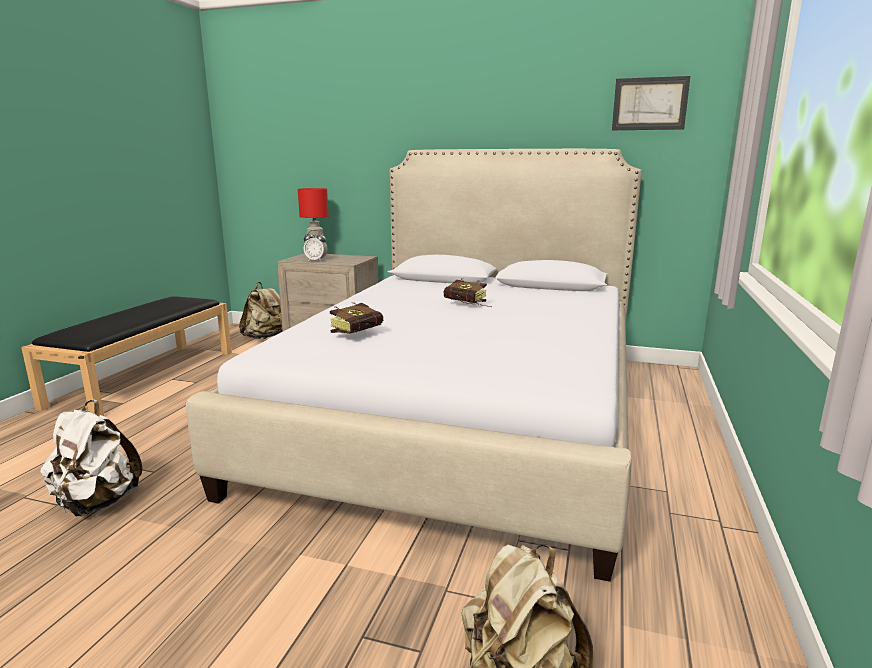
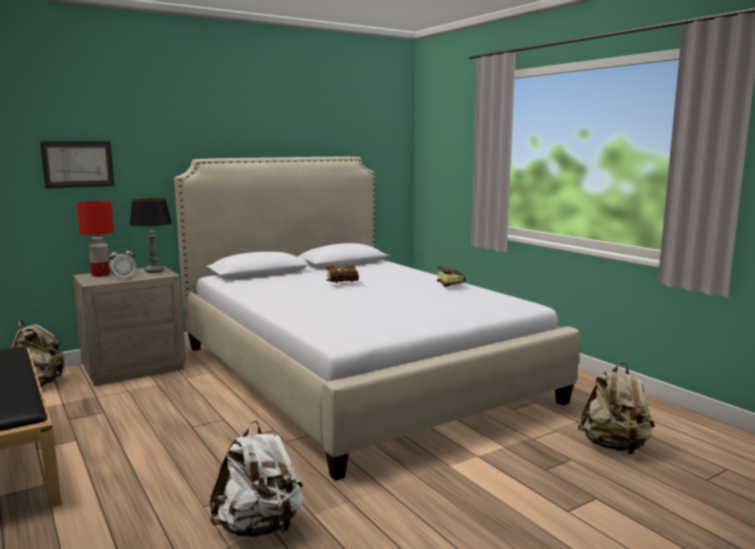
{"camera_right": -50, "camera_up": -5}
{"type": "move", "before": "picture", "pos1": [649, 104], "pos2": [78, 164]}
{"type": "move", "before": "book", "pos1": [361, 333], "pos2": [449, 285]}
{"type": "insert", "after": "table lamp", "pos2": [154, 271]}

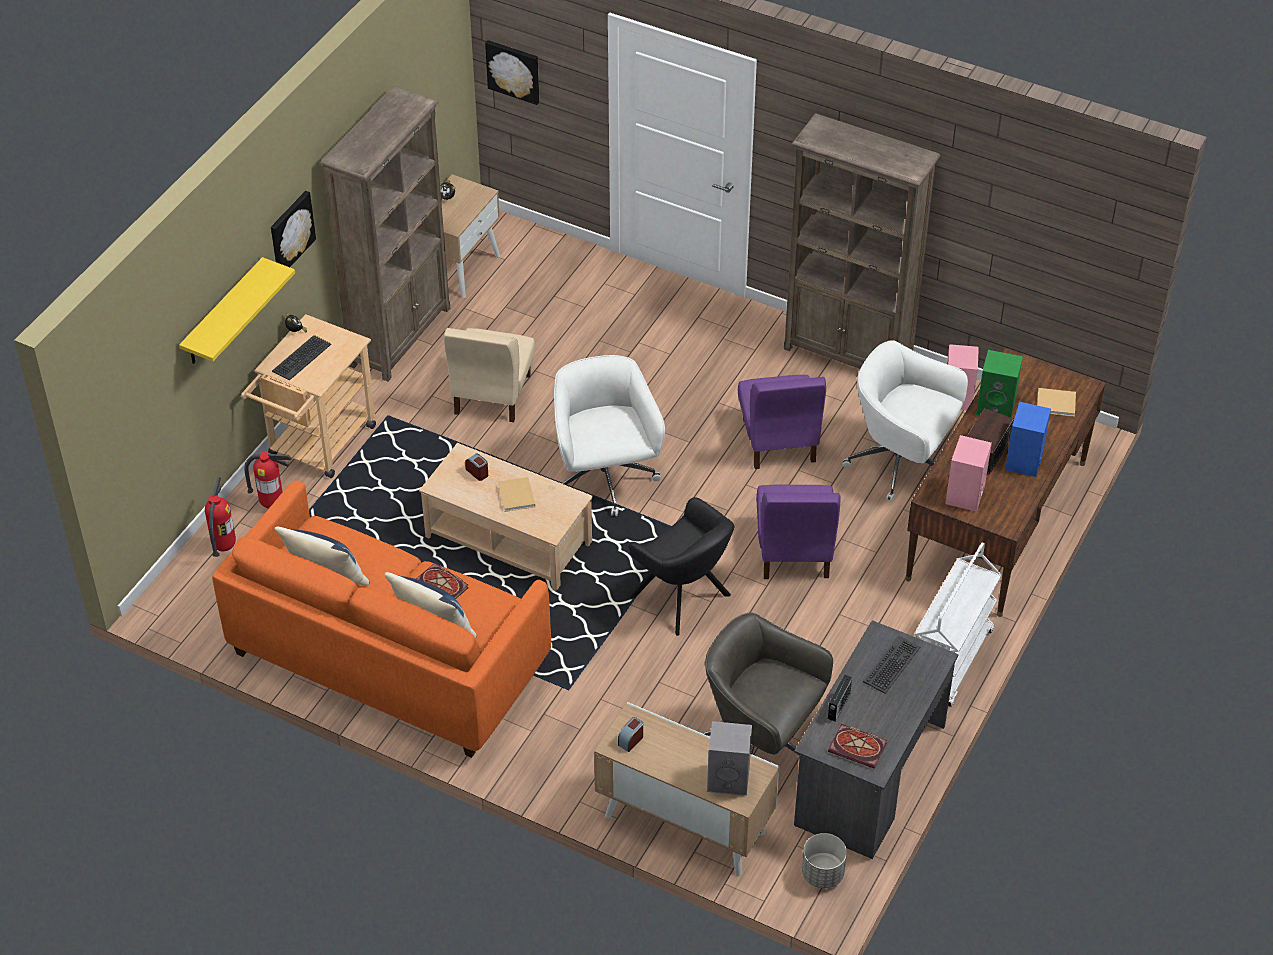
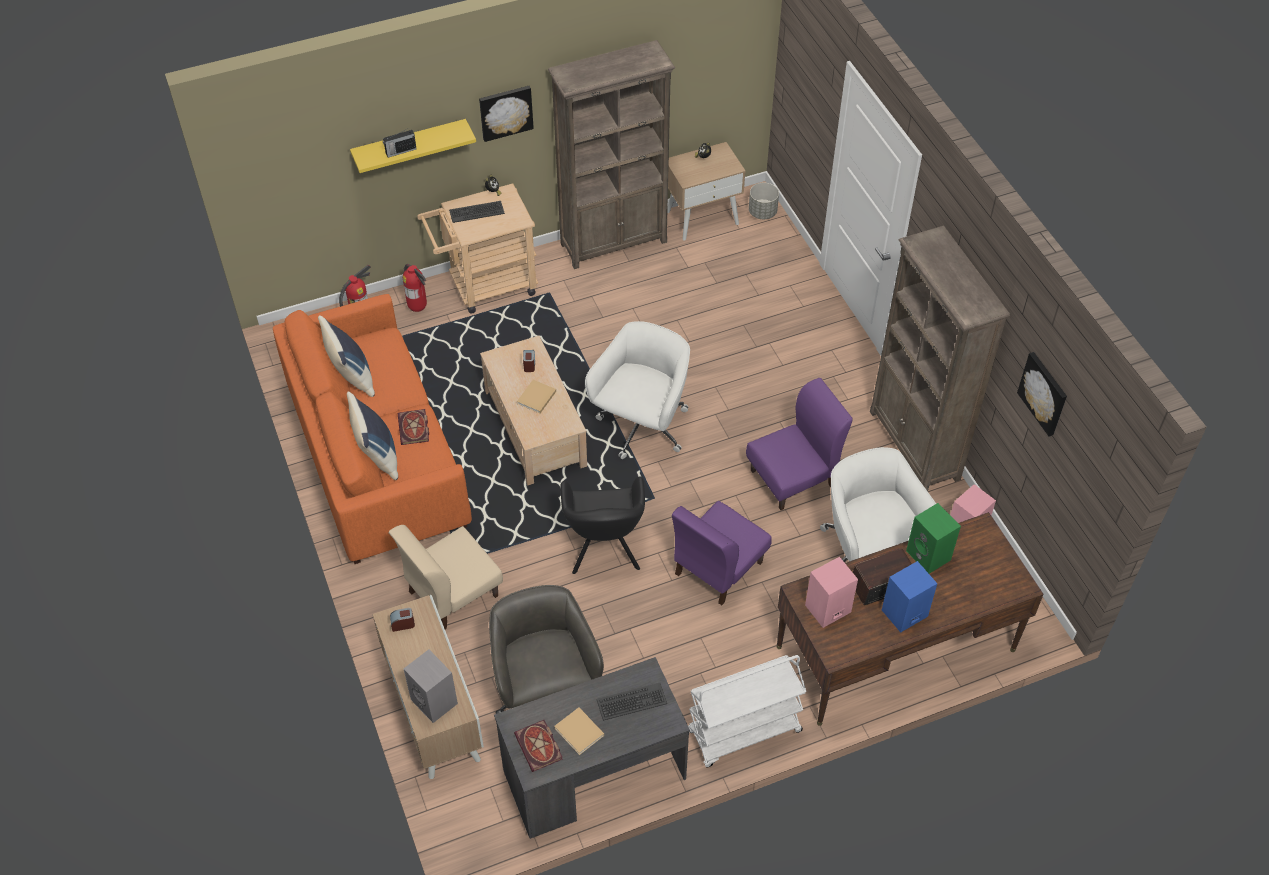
{"camera_right": 40, "camera_up": 5}
{"type": "move", "before": "picture", "pos1": [514, 70], "pos2": [1044, 393]}
{"type": "move", "before": "beige chair", "pos1": [491, 394], "pos2": [452, 593]}
{"type": "rotate", "before": "purple chair", "pos1": [778, 441], "pos2": [793, 478], "turn": -150}
{"type": "move", "before": "beige book", "pos1": [1057, 403], "pos2": [580, 733]}
{"type": "move", "before": "radio", "pos1": [838, 706], "pos2": [400, 151]}
{"type": "move", "before": "grey planter", "pos1": [823, 873], "pos2": [762, 212]}

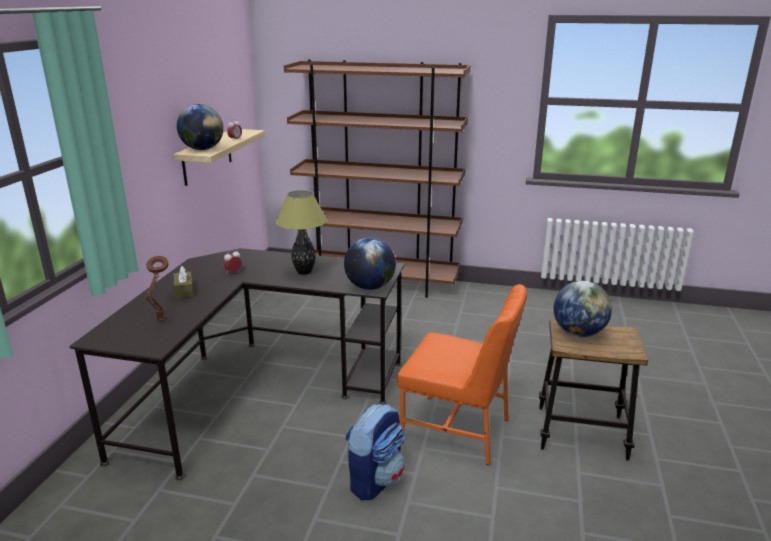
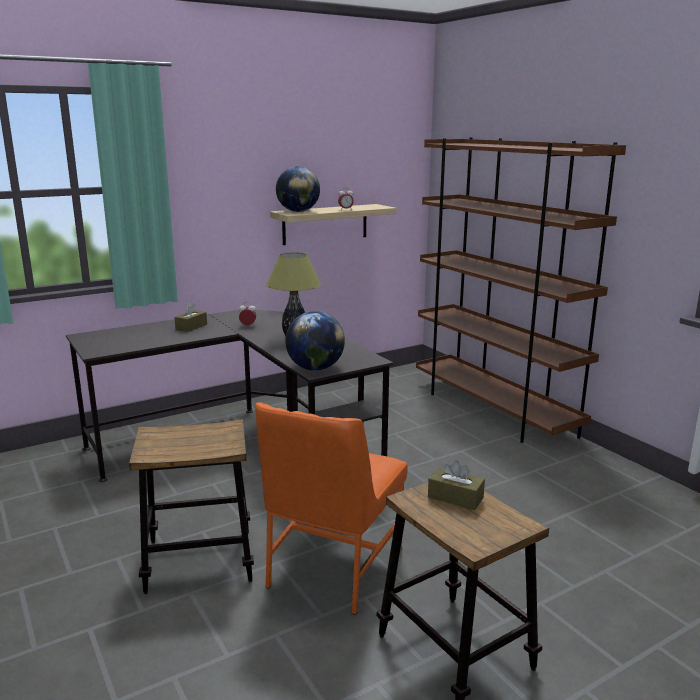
{"camera_right": 45, "camera_up": -5}
{"type": "delete", "before": "brown table lamp", "pos1": [160, 321]}
{"type": "replace", "before": "globe", "after": "brown tissue box", "pos1": [578, 333], "pos2": [455, 497]}
{"type": "rotate", "before": "orange chair", "pos1": [458, 430], "pos2": [332, 568], "turn": 45}
{"type": "replace", "before": "backpack", "after": "stool", "pos1": [375, 480], "pos2": [200, 561]}

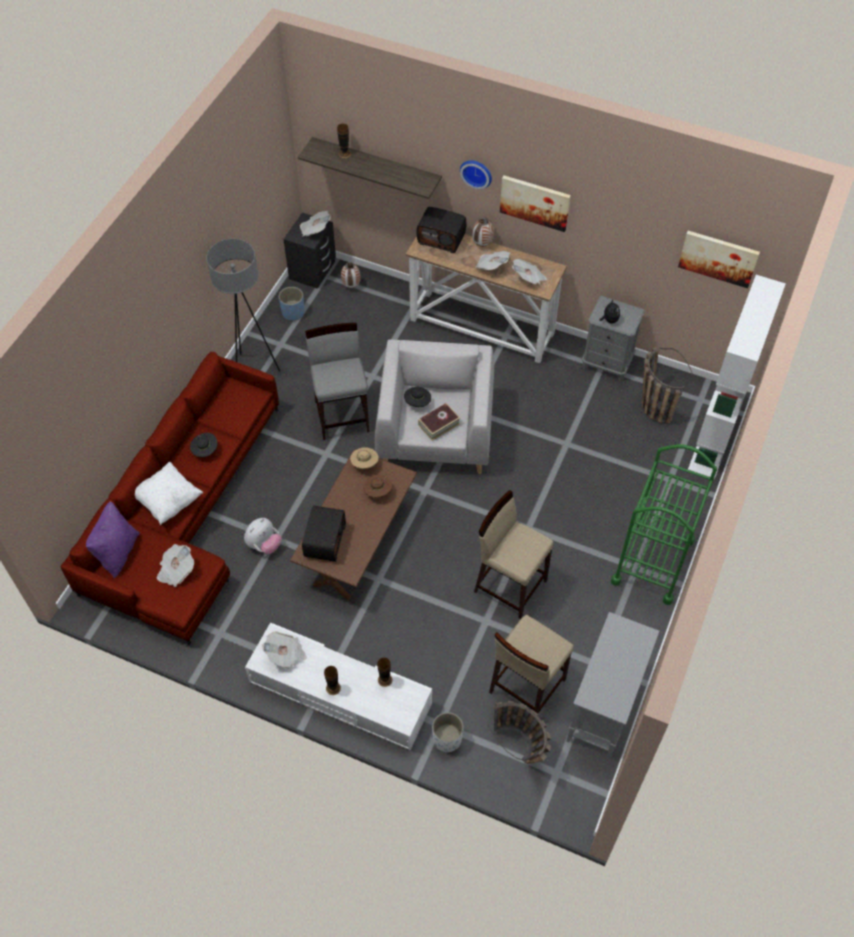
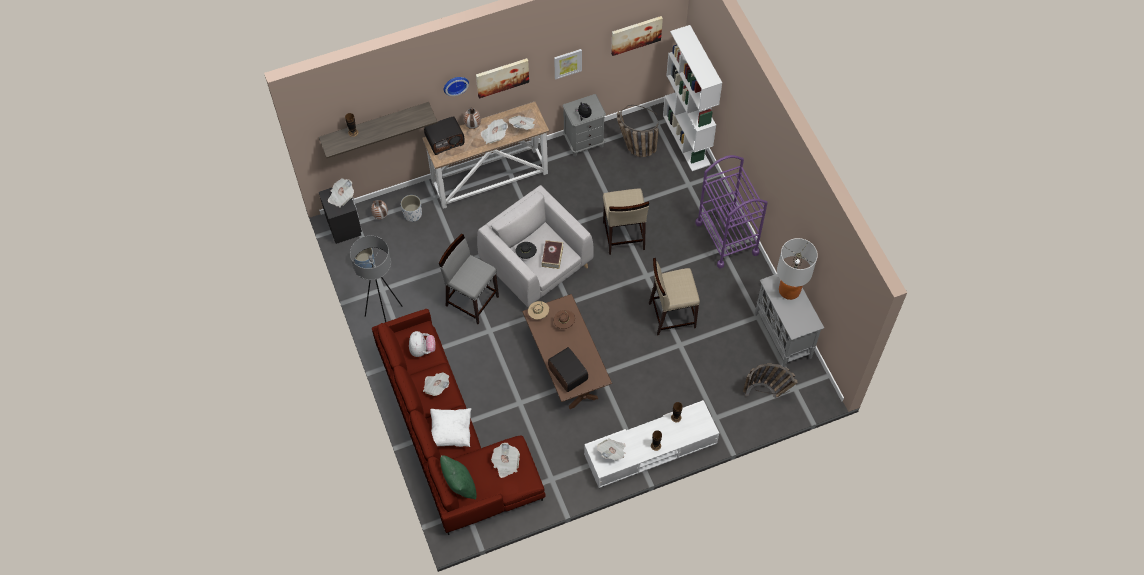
{"camera_right": -45, "camera_up": 5}
{"type": "replace", "before": "black hat", "after": "newspaper", "pos1": [205, 451], "pos2": [436, 386]}
{"type": "recolor", "before": "green cart", "after": "purple cart", "pos1": [652, 561], "pos2": [727, 238]}
{"type": "recolor", "before": "purple pillow", "after": "green pillow", "pos1": [117, 552], "pos2": [459, 485]}
{"type": "move", "before": "plush toy", "pos1": [264, 545], "pos2": [422, 350]}
{"type": "move", "before": "beige stool", "pos1": [526, 686], "pos2": [623, 236]}
{"type": "move", "before": "white planter", "pos1": [447, 739], "pos2": [412, 214]}
{"type": "insert", "after": "picture", "pos2": [567, 63]}
{"type": "insert", "after": "table lamp", "pos2": [789, 290]}

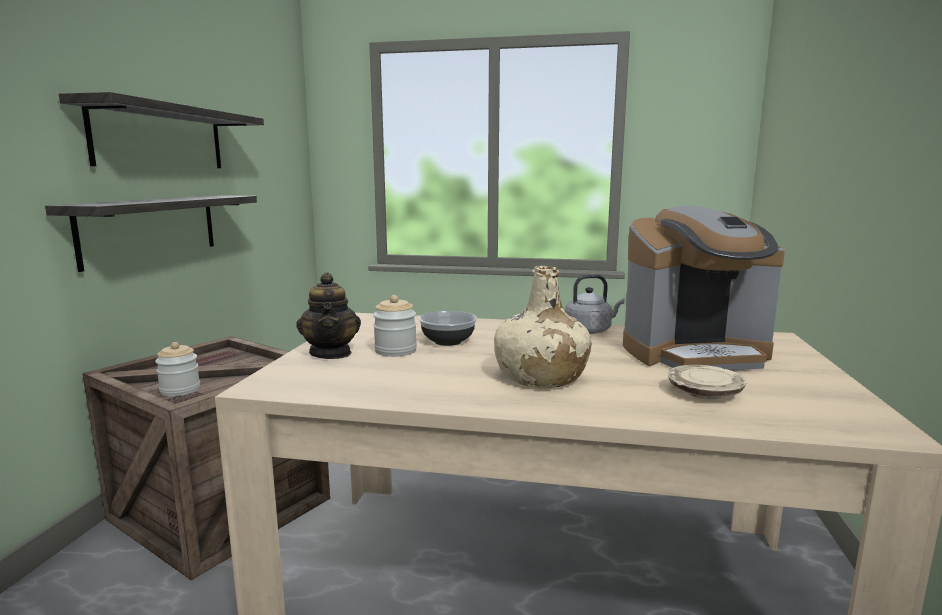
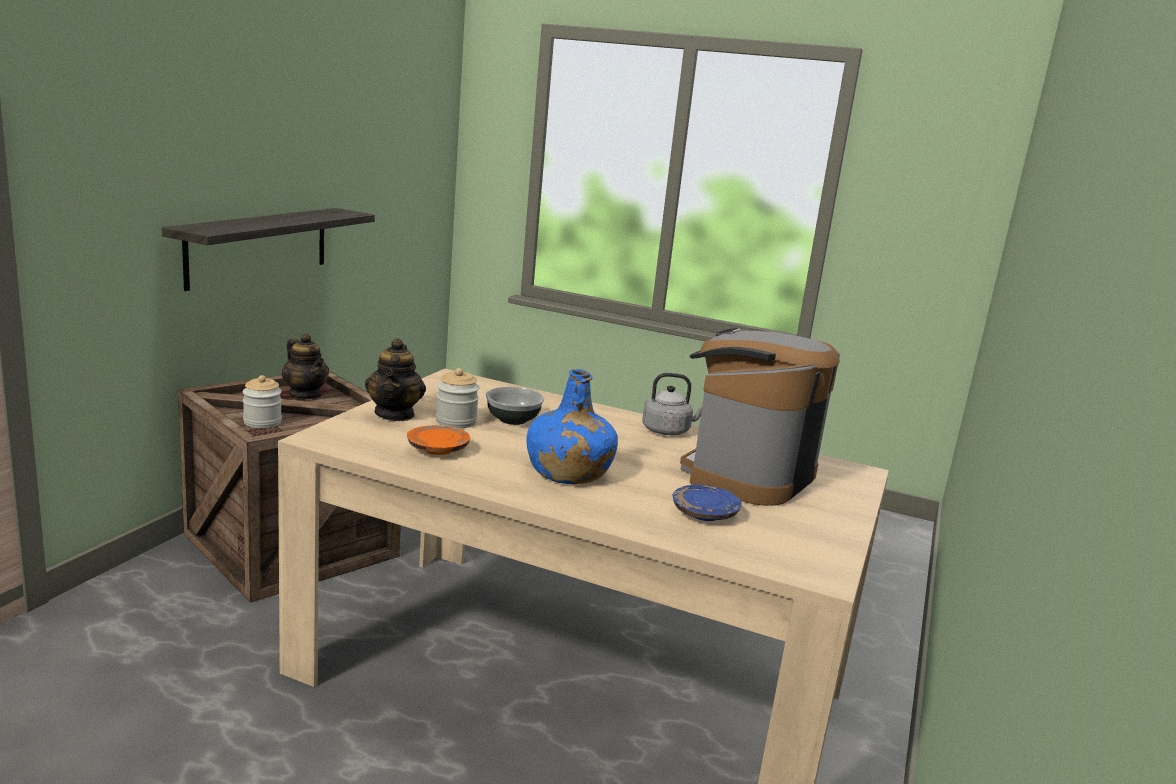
{"camera_right": 10, "camera_up": 5}
{"type": "delete", "before": "shelf", "pos1": [161, 138]}
{"type": "rotate", "before": "coffee machine", "pos1": [695, 354], "pos2": [746, 475], "turn": 120}
{"type": "recolor", "before": "beige bottle", "after": "blue bottle", "pos1": [540, 377], "pos2": [567, 472]}
{"type": "recolor", "before": "beige plate", "after": "blue plate", "pos1": [705, 393], "pos2": [704, 514]}
{"type": "insert", "after": "teapot", "pos2": [305, 395]}
{"type": "insert", "after": "orange plate", "pos2": [437, 449]}

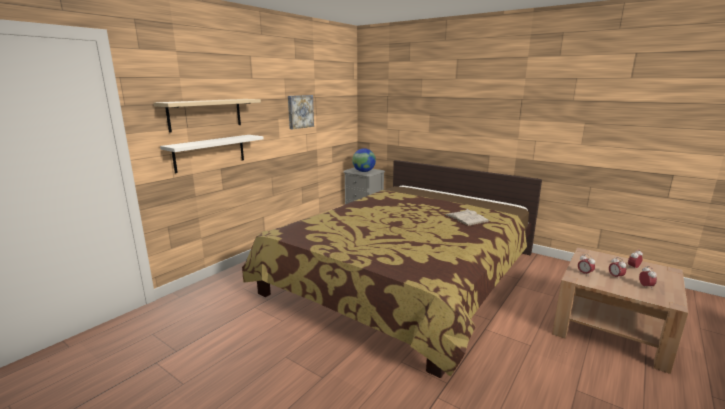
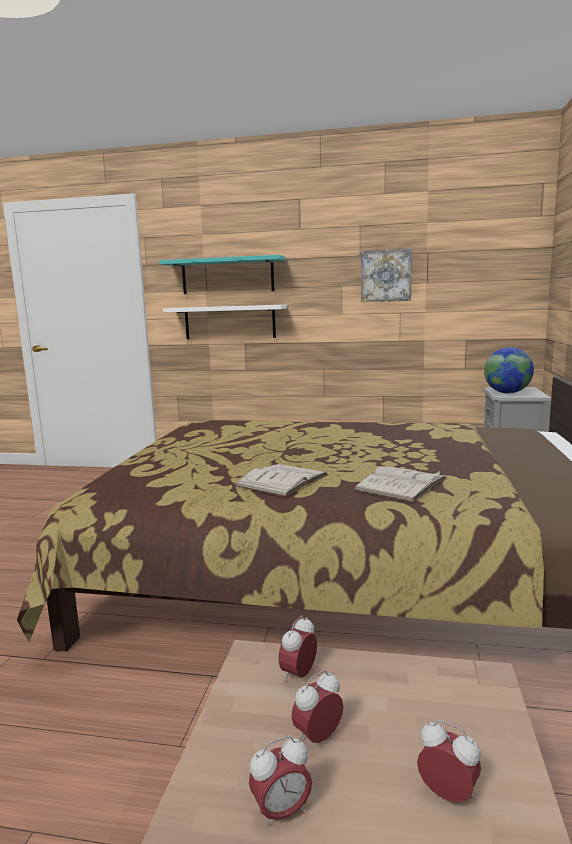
{"camera_right": 65, "camera_up": -5}
{"type": "recolor", "before": "beige shelf", "after": "turquoise shelf", "pos1": [205, 114], "pos2": [227, 276]}
{"type": "insert", "after": "white book", "pos2": [282, 480]}

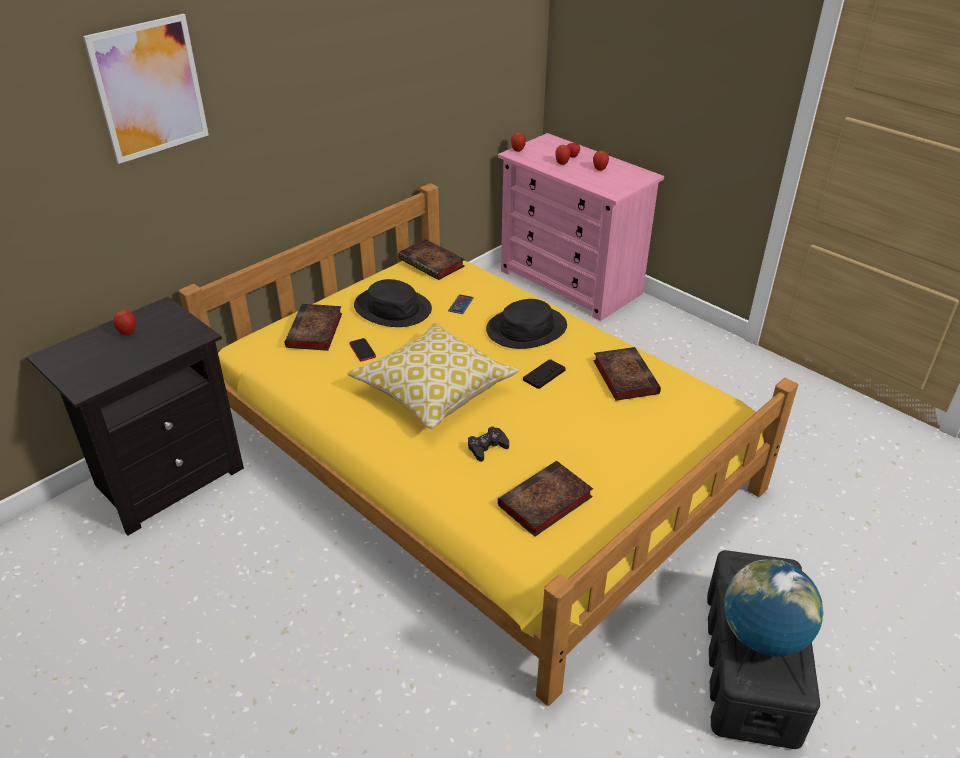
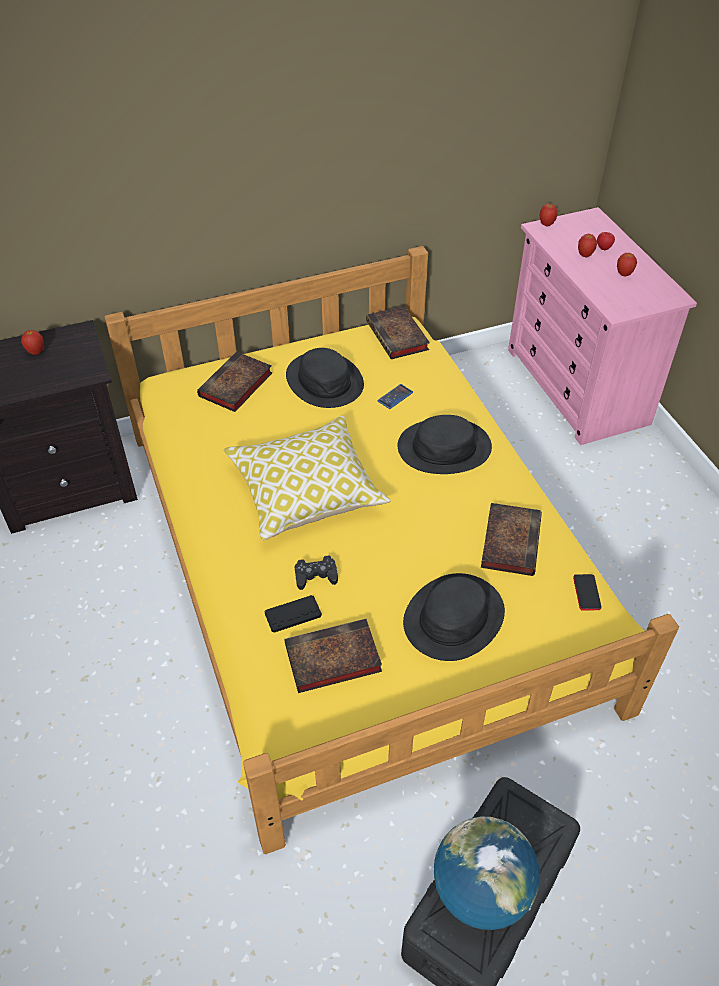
{"camera_right": 25, "camera_up": 10}
{"type": "delete", "before": "picture", "pos1": [149, 89]}
{"type": "move", "before": "phone", "pos1": [362, 350], "pos2": [586, 593]}
{"type": "move", "before": "black game controller", "pos1": [544, 375], "pos2": [293, 614]}
{"type": "insert", "after": "black hat", "pos2": [453, 617]}

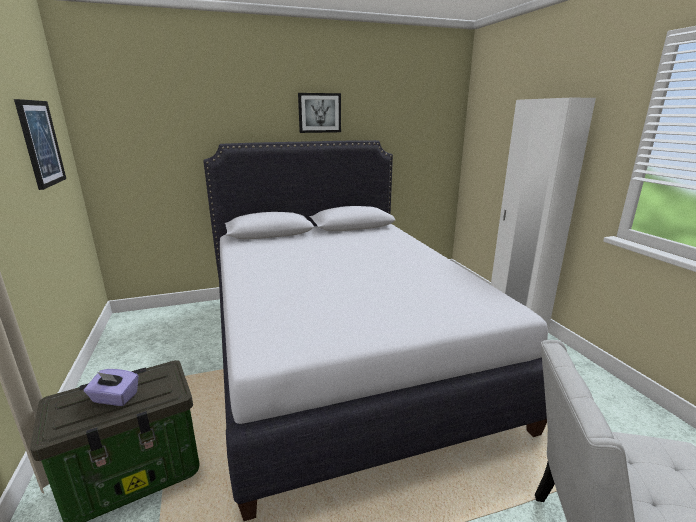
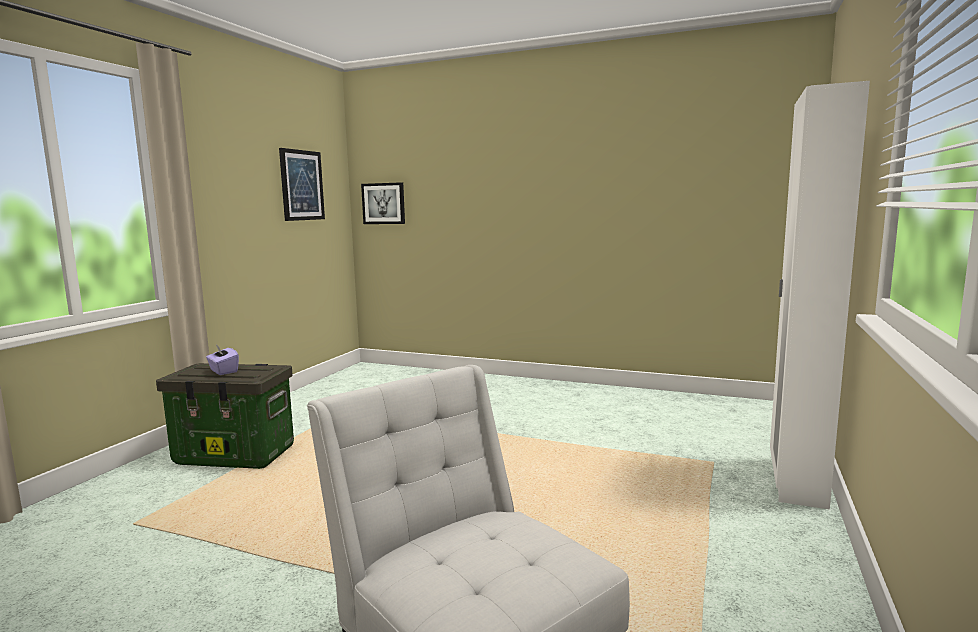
{"camera_right": 40, "camera_up": -10}
{"type": "move", "before": "picture", "pos1": [319, 113], "pos2": [383, 203]}
{"type": "delete", "before": "white bed", "pos1": [341, 351]}

